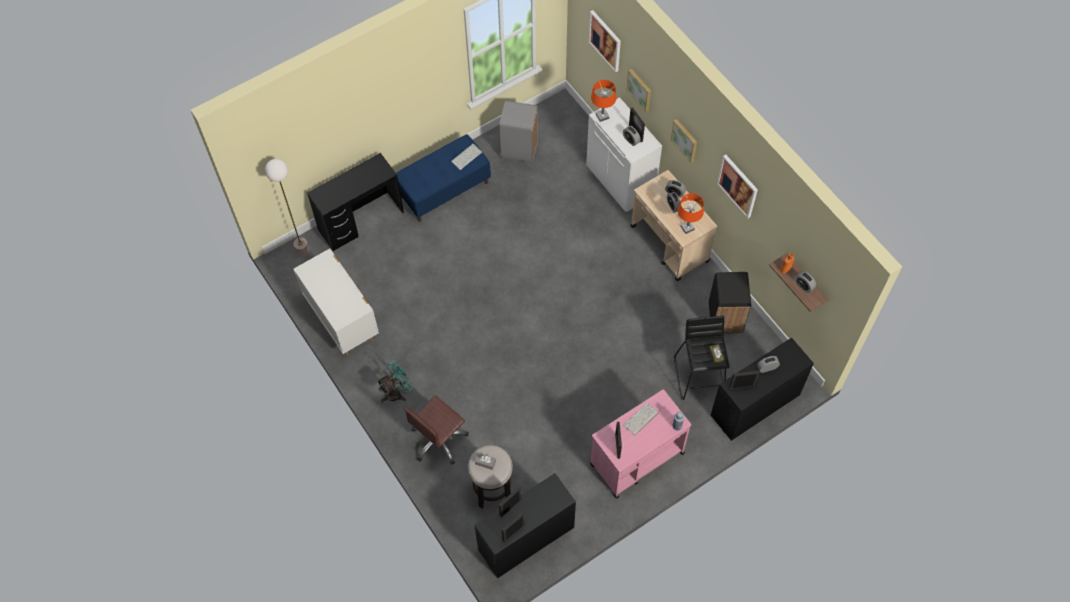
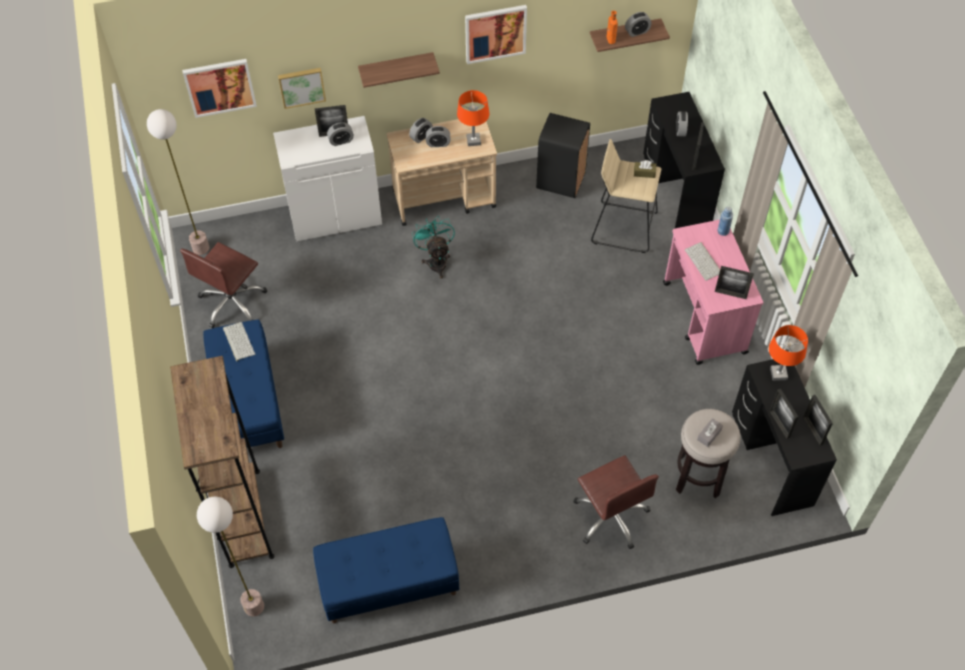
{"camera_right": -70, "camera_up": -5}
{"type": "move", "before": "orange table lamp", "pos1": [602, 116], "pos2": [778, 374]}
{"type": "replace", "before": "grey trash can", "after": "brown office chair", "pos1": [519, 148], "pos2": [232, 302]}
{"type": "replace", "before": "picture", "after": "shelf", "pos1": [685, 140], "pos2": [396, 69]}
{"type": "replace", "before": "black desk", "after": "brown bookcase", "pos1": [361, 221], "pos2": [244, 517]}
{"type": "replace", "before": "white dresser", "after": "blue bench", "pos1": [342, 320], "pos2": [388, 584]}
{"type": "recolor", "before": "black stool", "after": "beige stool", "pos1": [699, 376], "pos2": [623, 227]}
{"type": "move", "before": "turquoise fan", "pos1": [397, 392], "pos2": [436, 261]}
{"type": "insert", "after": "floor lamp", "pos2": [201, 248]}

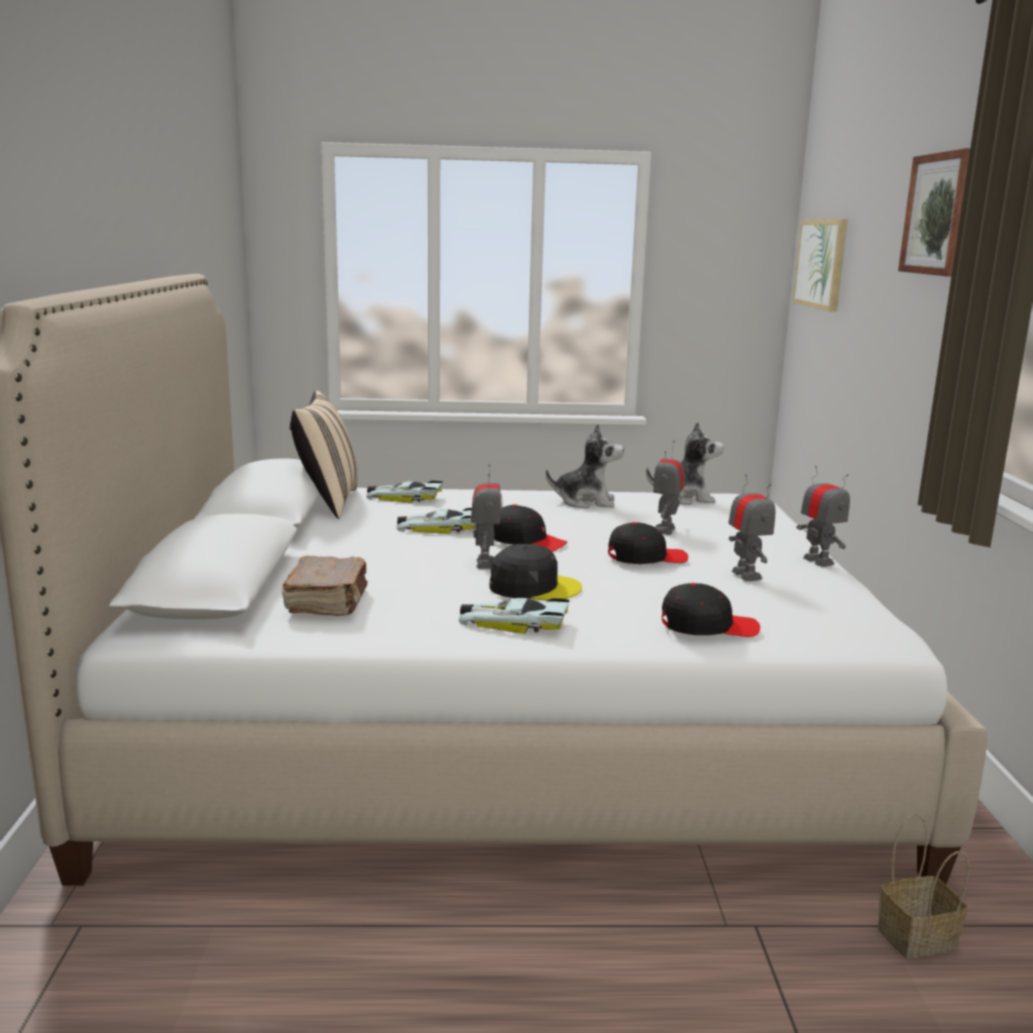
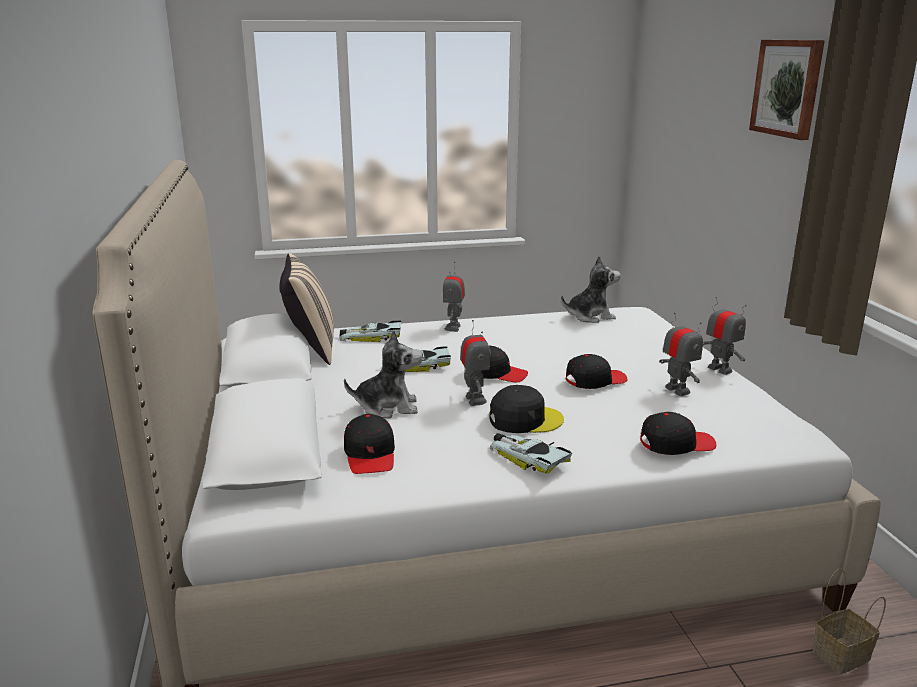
{"camera_right": -10, "camera_up": 5}
{"type": "delete", "before": "picture", "pos1": [821, 263]}
{"type": "move", "before": "plush toy", "pos1": [585, 502], "pos2": [388, 407]}
{"type": "move", "before": "toy robot", "pos1": [665, 530], "pos2": [453, 328]}
{"type": "replace", "before": "brown book", "after": "black cap", "pos1": [328, 602], "pos2": [370, 455]}
{"type": "rotate", "before": "toy car", "pos1": [513, 622], "pos2": [528, 457], "turn": 45}

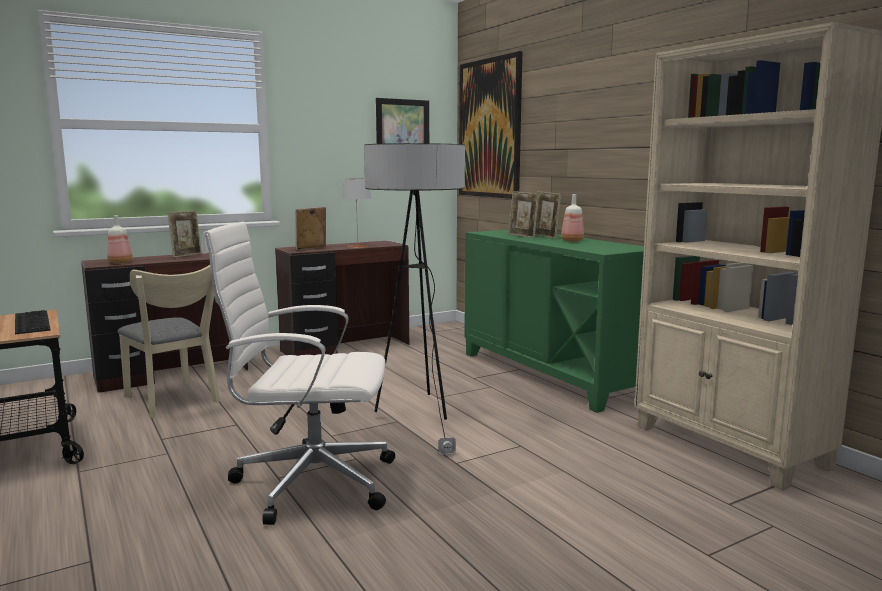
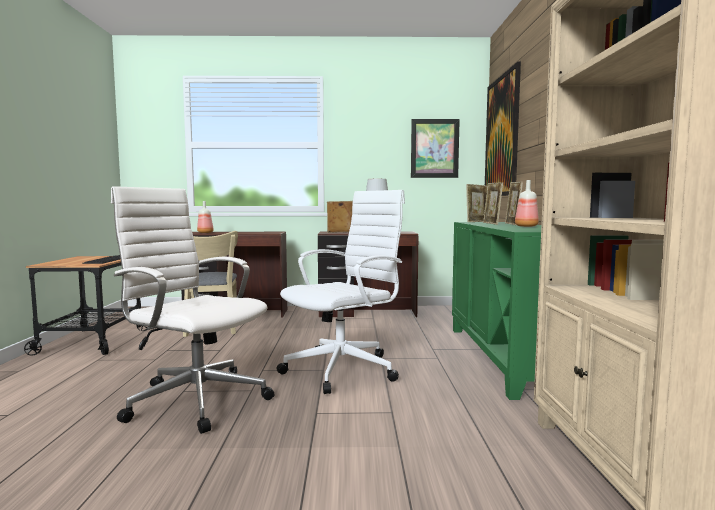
{"camera_right": 30, "camera_up": -5}
{"type": "replace", "before": "floor lamp", "after": "white office chair", "pos1": [418, 416], "pos2": [344, 369]}
{"type": "move", "before": "picture frame", "pos1": [186, 255], "pos2": [477, 222]}

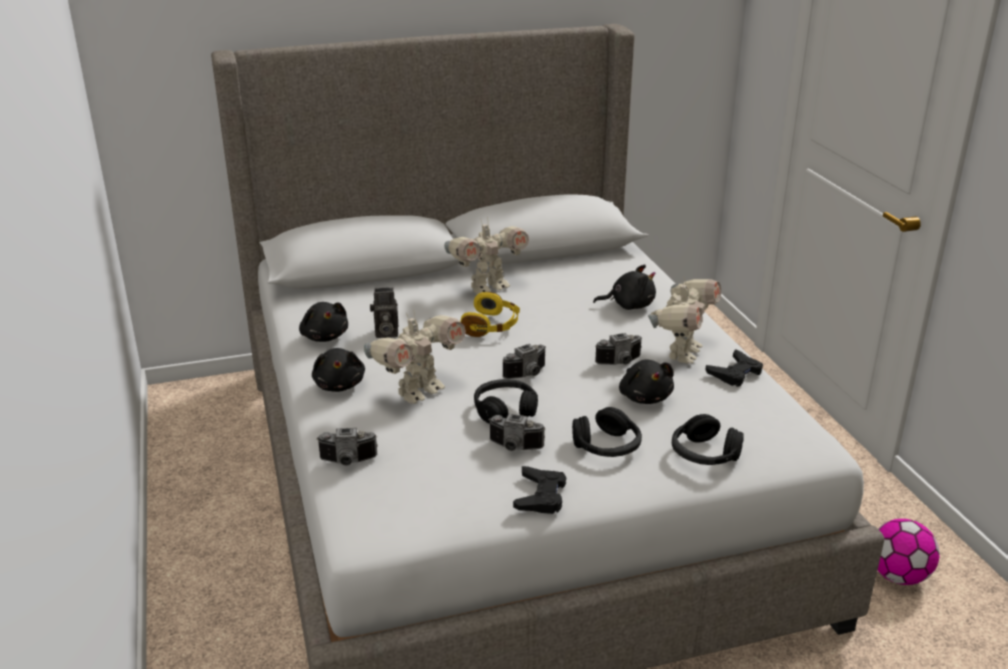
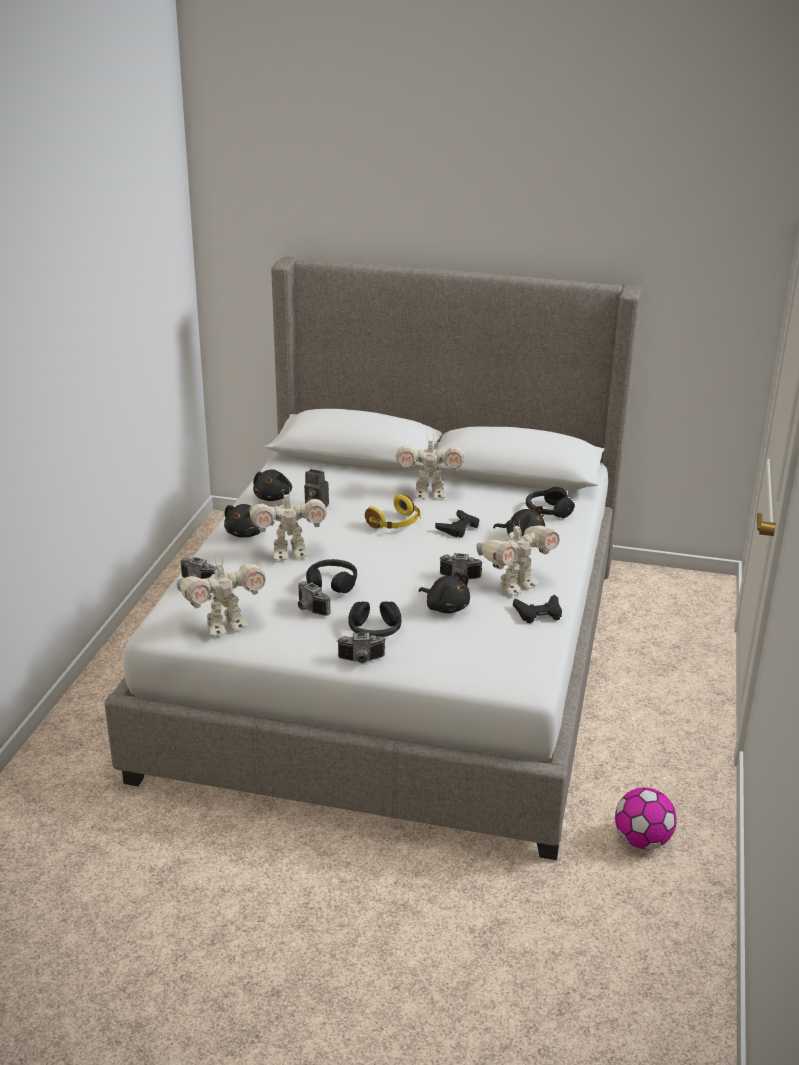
{"camera_right": 30, "camera_up": 0}
{"type": "move", "before": "photo camera", "pos1": [528, 374], "pos2": [361, 660]}
{"type": "rotate", "before": "black plush toy", "pos1": [644, 397], "pos2": [446, 607], "turn": -60}
{"type": "move", "before": "black headphones", "pos1": [704, 454], "pos2": [548, 511]}
{"type": "move", "before": "black game controller", "pos1": [540, 496], "pos2": [458, 528]}
{"type": "insert", "after": "toy robot", "pos2": [225, 626]}

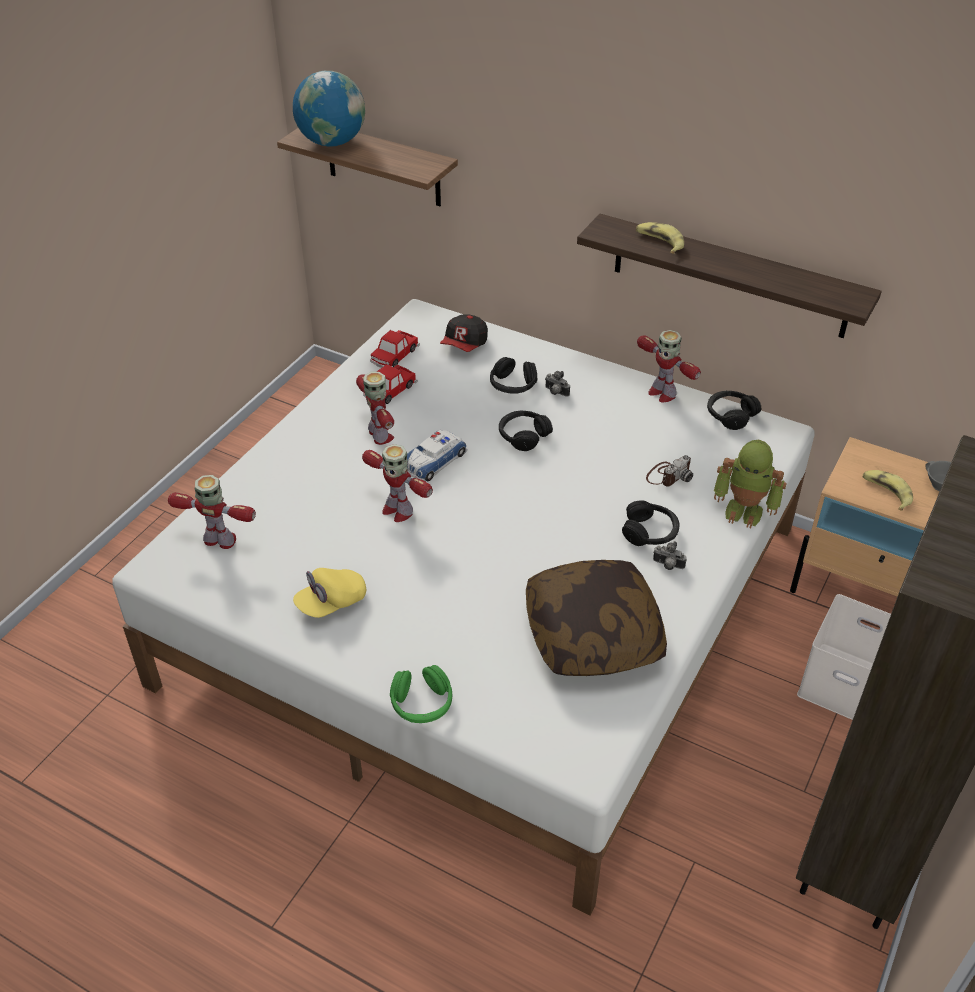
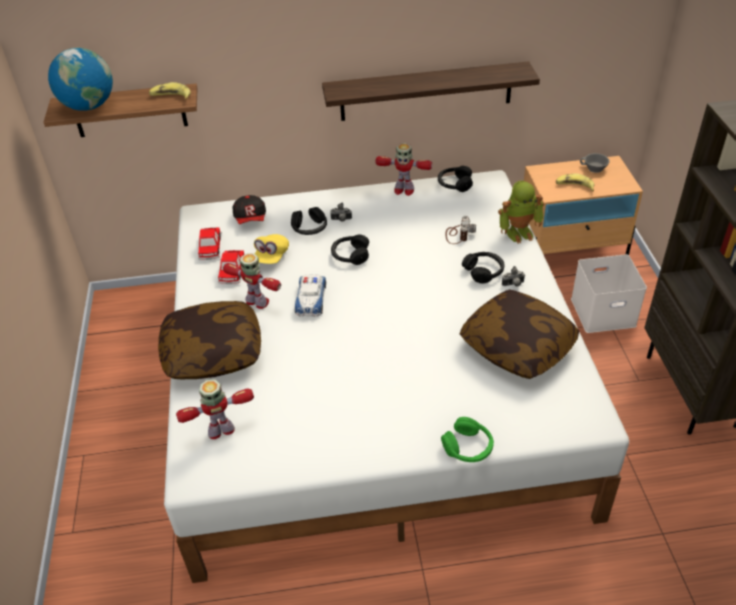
{"camera_right": -35, "camera_up": 0}
{"type": "move", "before": "banana", "pos1": [659, 242], "pos2": [171, 97]}
{"type": "delete", "before": "toy robot", "pos1": [397, 510]}
{"type": "move", "before": "yellow cap", "pos1": [331, 602], "pos2": [271, 257]}
{"type": "insert", "after": "pillow", "pos2": [213, 352]}

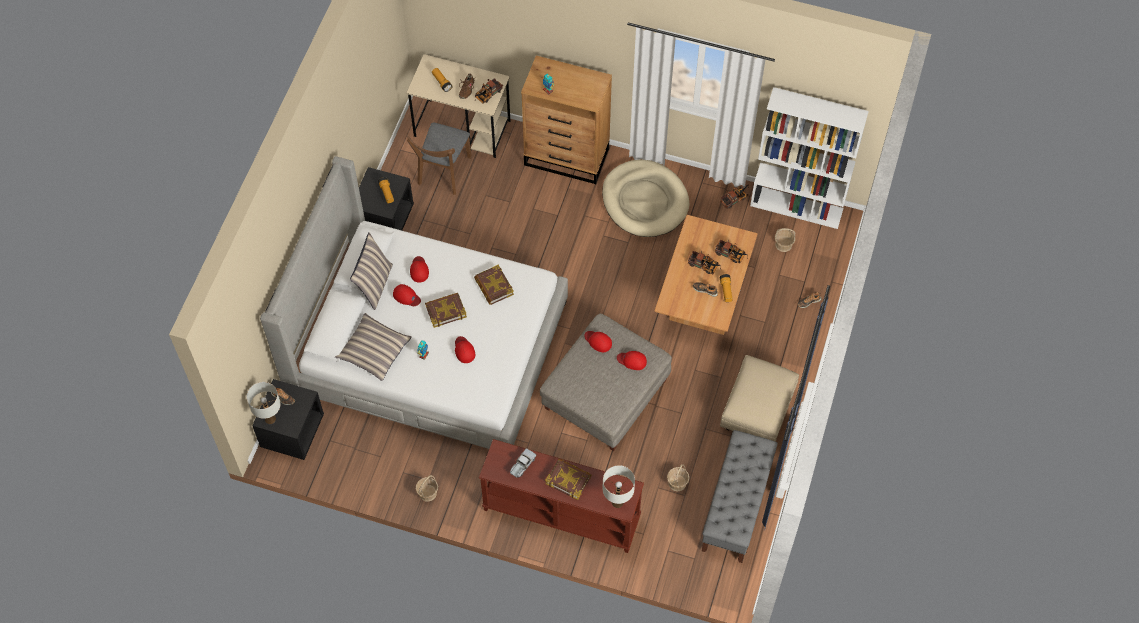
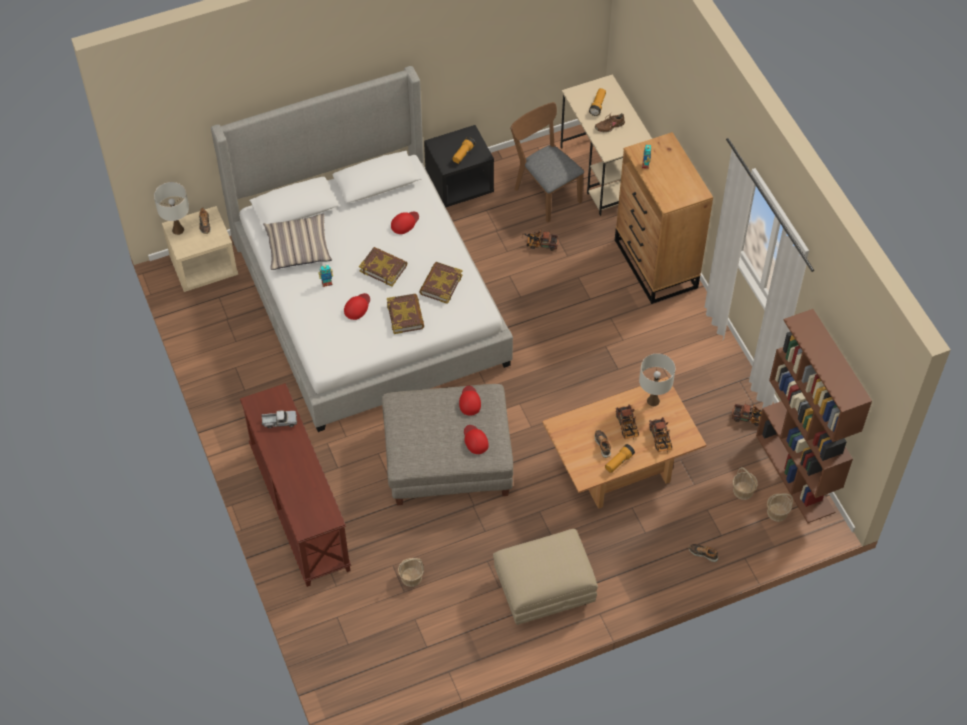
{"camera_right": 50, "camera_up": -5}
{"type": "move", "before": "toy truck", "pos1": [487, 95], "pos2": [539, 244]}
{"type": "recolor", "before": "white bookcase", "after": "brown bookcase", "pos1": [797, 207], "pos2": [795, 473]}
{"type": "rotate", "before": "brown chair", "pos1": [443, 174], "pos2": [545, 192], "turn": 75}
{"type": "delete", "before": "beige dog bed", "pos1": [645, 201]}
{"type": "delete", "before": "pillow", "pos1": [374, 284]}
{"type": "delete", "before": "red cap", "pos1": [406, 296]}
{"type": "recolor", "before": "black nightstand", "after": "beige nightstand", "pos1": [292, 431], "pos2": [204, 267]}
{"type": "delete", "before": "grey bench", "pos1": [736, 507]}
{"type": "move", "before": "book", "pos1": [568, 479], "pos2": [405, 316]}
{"type": "move", "before": "white table lamp", "pos1": [617, 502], "pos2": [653, 400]}
{"type": "move", "before": "basket", "pos1": [427, 493], "pos2": [777, 512]}

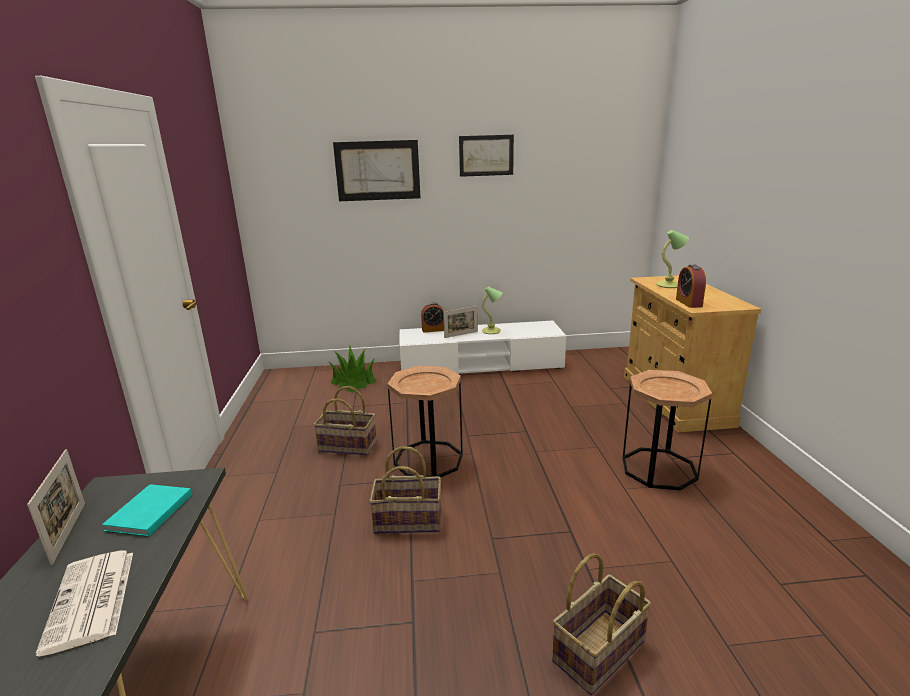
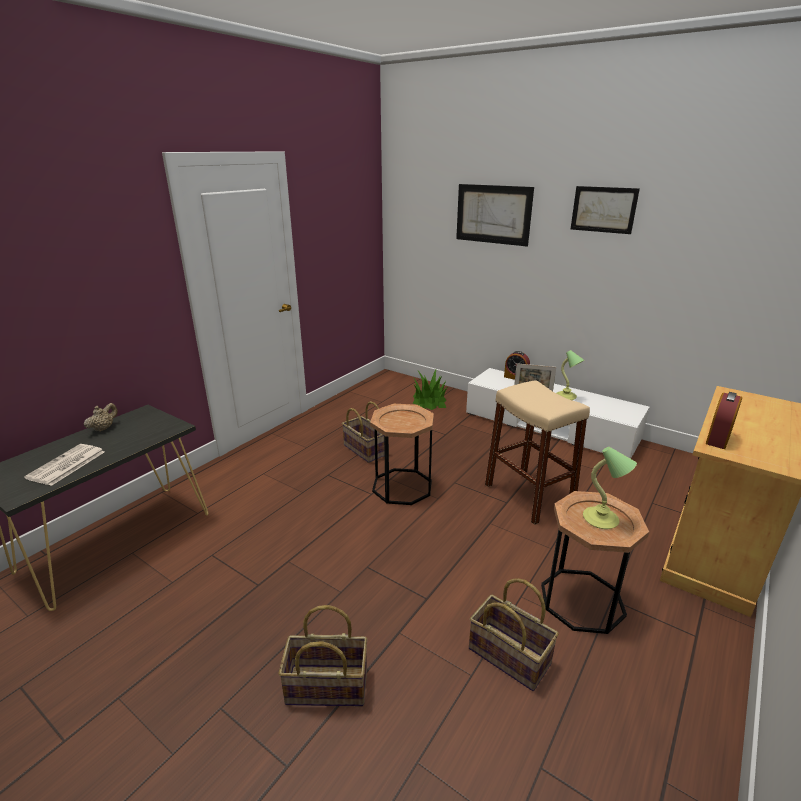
{"camera_right": 40, "camera_up": 5}
{"type": "move", "before": "table lamp", "pos1": [669, 285], "pos2": [602, 519]}
{"type": "move", "before": "basket", "pos1": [408, 520], "pos2": [510, 655]}
{"type": "replace", "before": "picture frame", "after": "beige teapot", "pos1": [69, 532], "pos2": [104, 428]}
{"type": "delete", "before": "turquoise book", "pos1": [147, 513]}
{"type": "insert", "after": "beige stool", "pos2": [529, 495]}

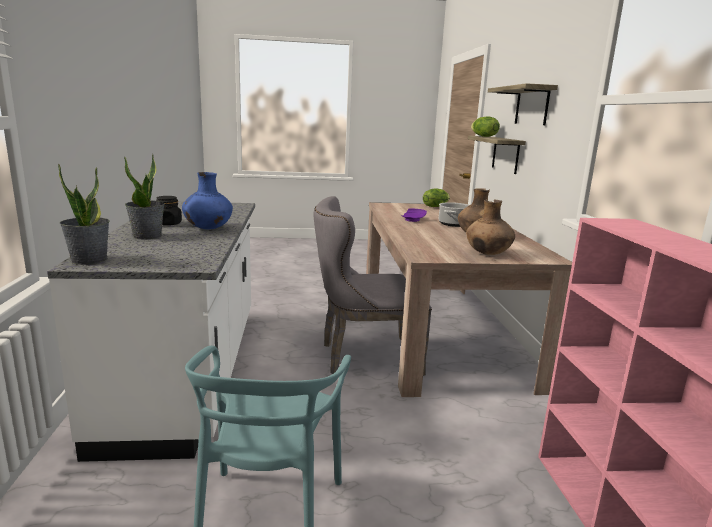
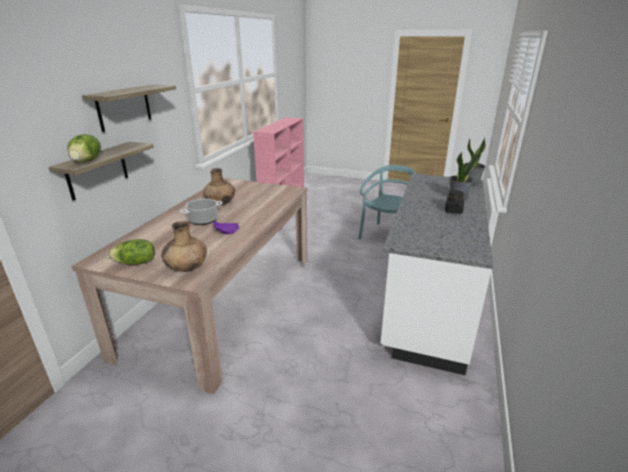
{"camera_right": -155, "camera_up": 10}
{"type": "delete", "before": "blue vase", "pos1": [208, 228]}
{"type": "delete", "before": "grey chair", "pos1": [364, 357]}
{"type": "move", "before": "brown vase", "pos1": [488, 253], "pos2": [186, 268]}

